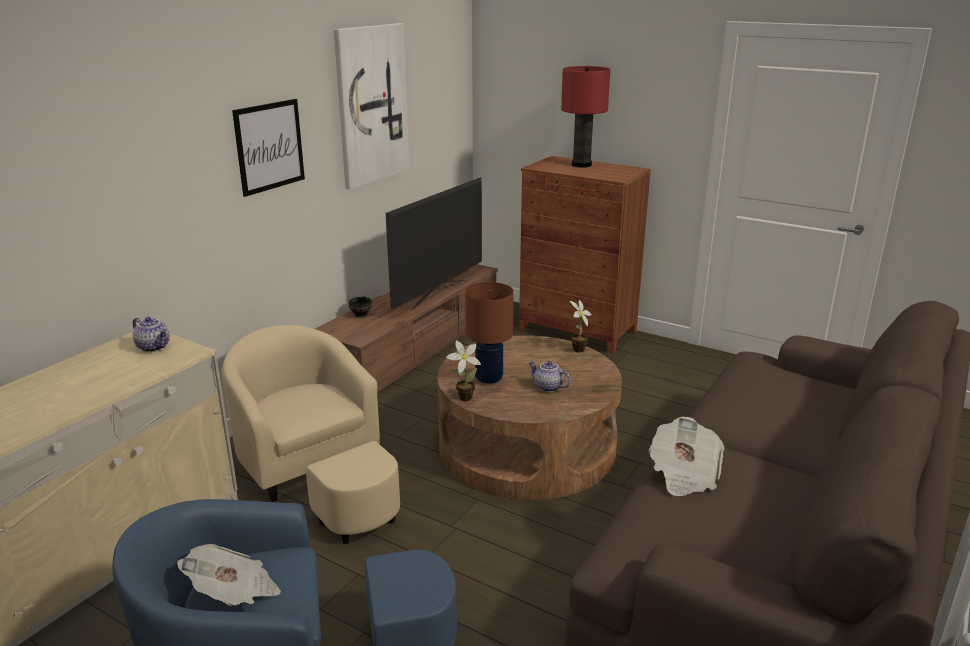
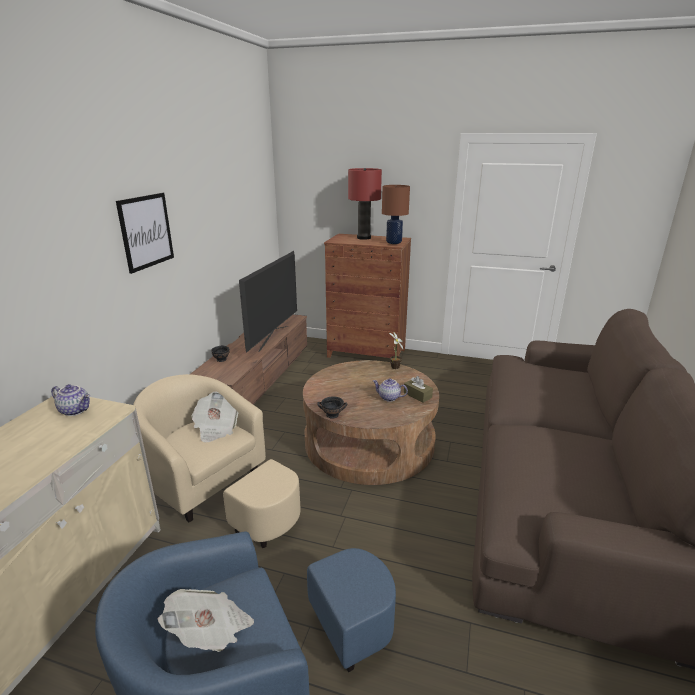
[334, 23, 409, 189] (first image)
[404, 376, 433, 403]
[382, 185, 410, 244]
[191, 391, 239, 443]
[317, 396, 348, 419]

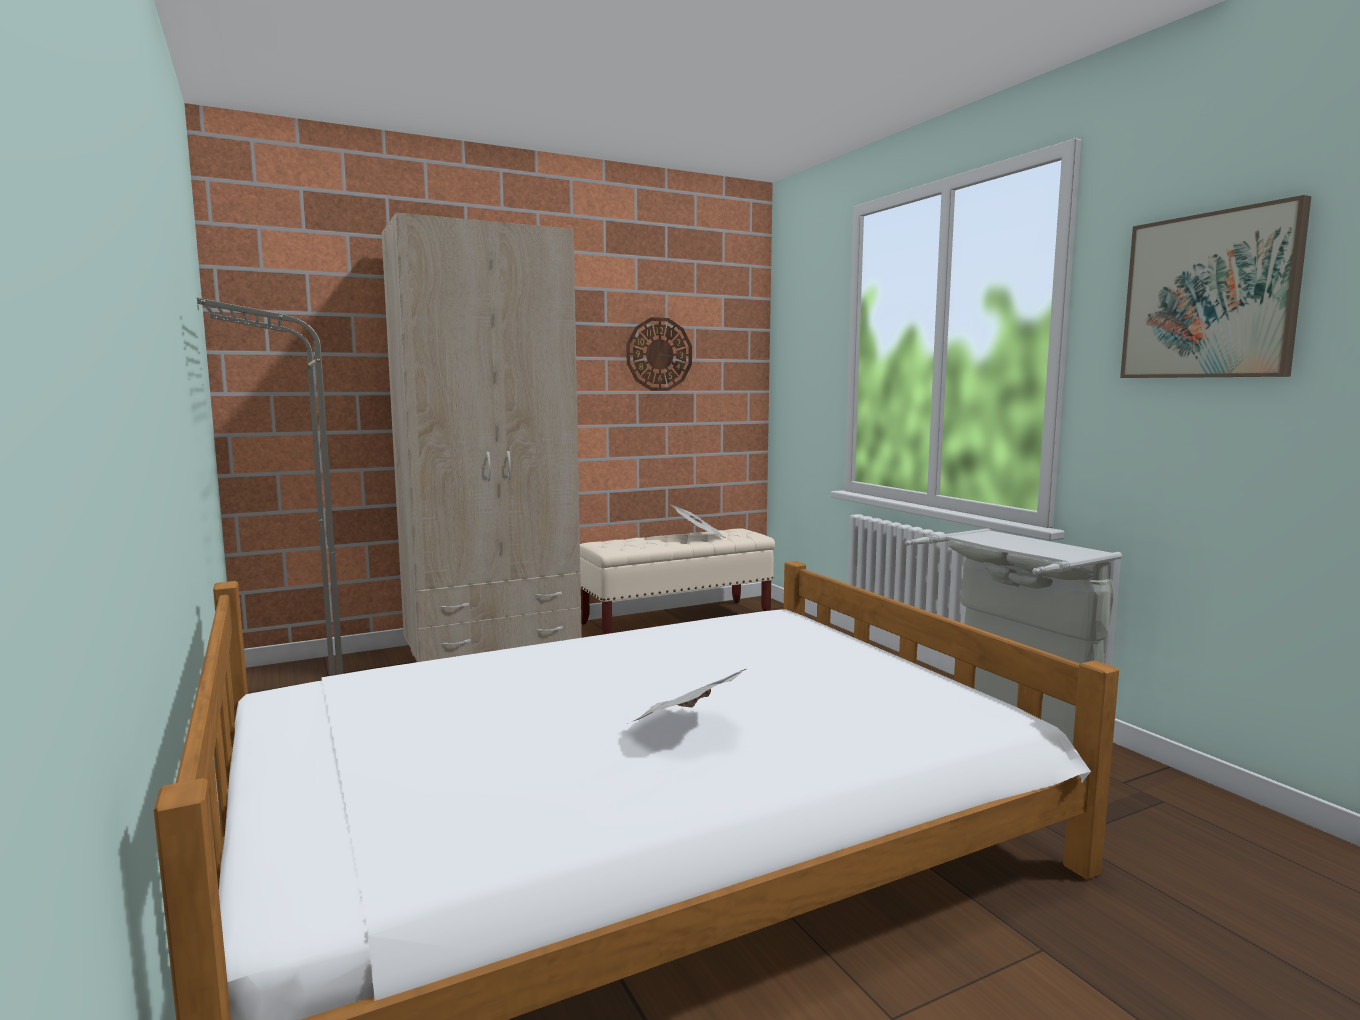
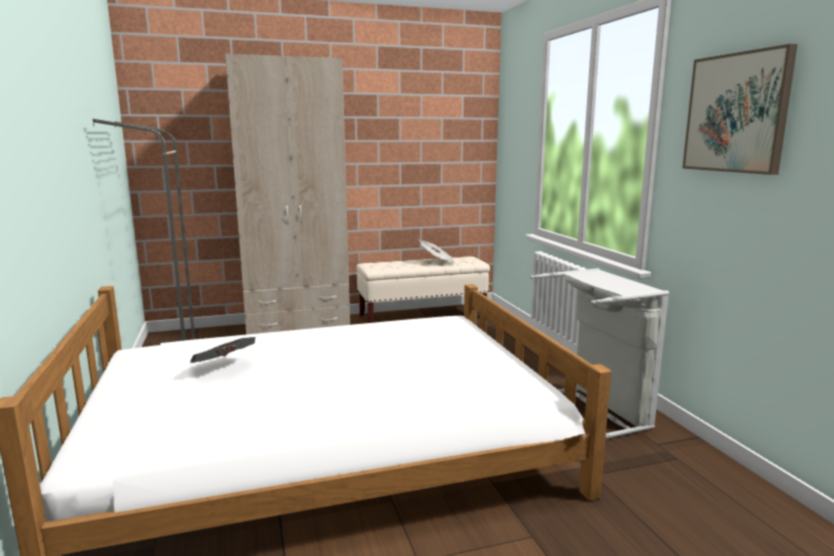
[626, 317, 692, 391] (first image)
[190, 337, 256, 363]

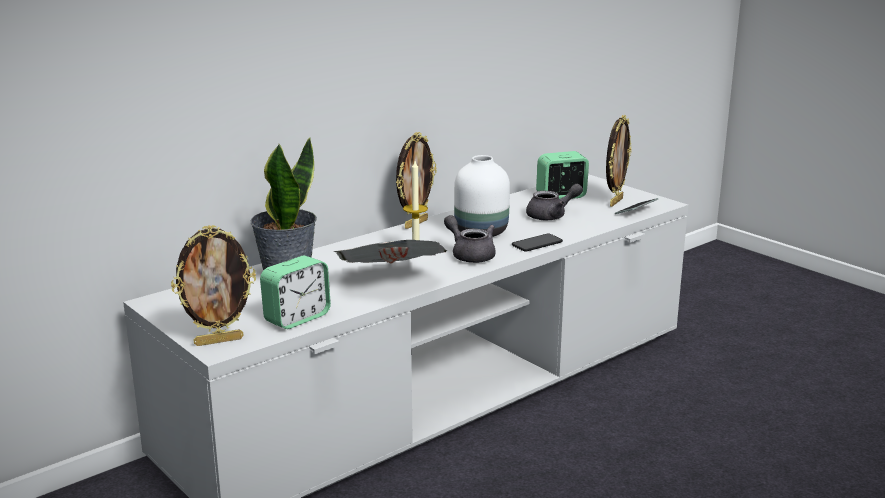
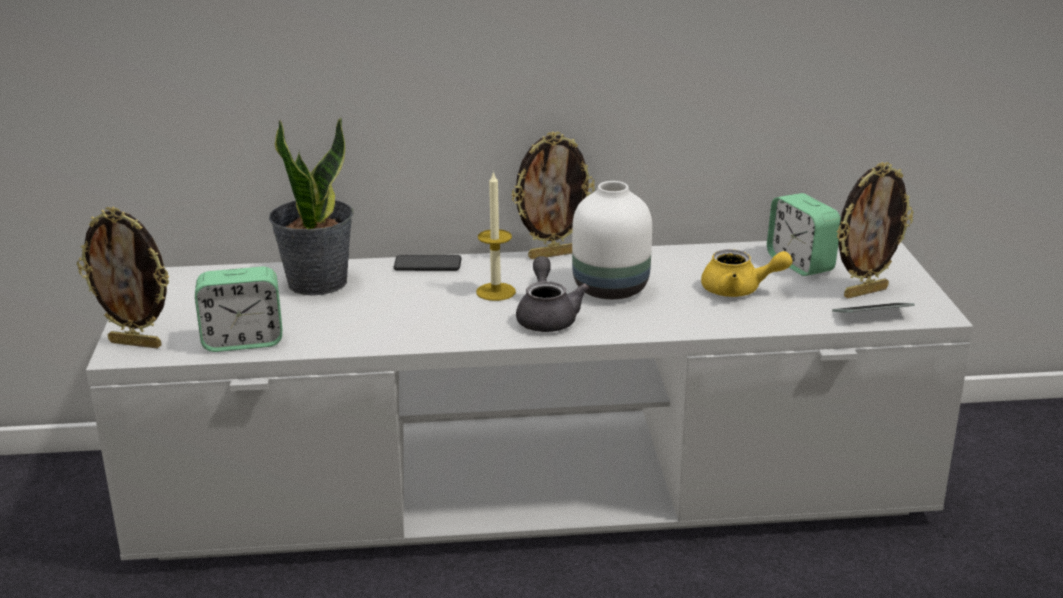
[334, 240, 447, 264] (first image)
[394, 255, 462, 271]
[701, 249, 792, 297]
[767, 193, 841, 276]

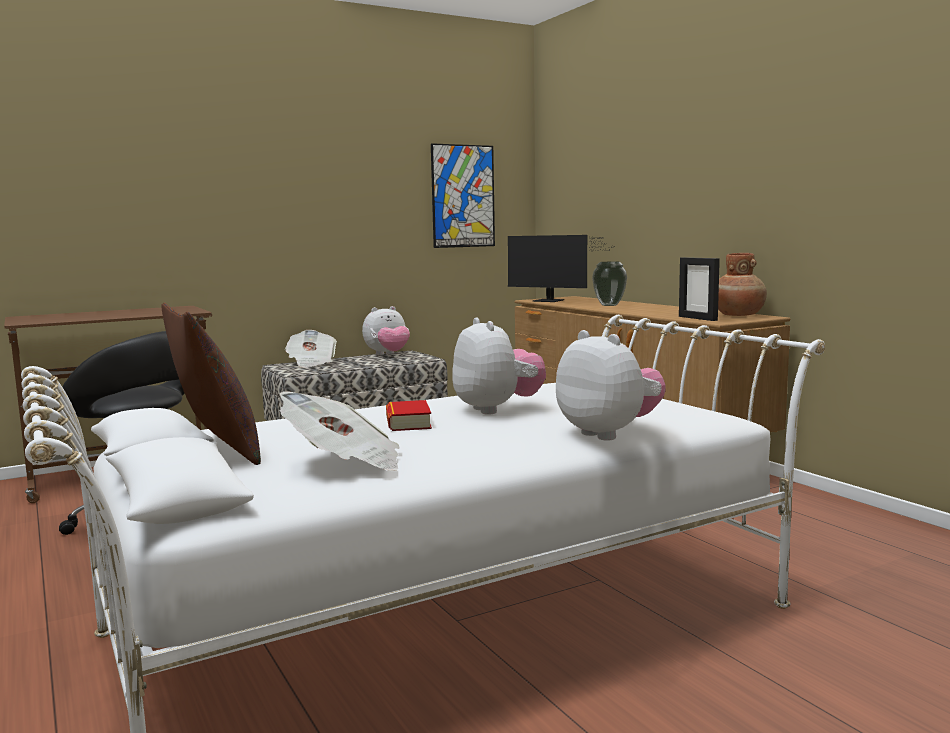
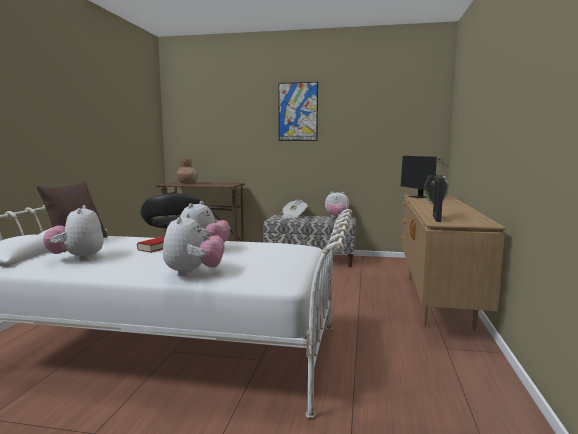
[278, 82, 318, 141]
[177, 158, 198, 184]
[43, 205, 104, 261]

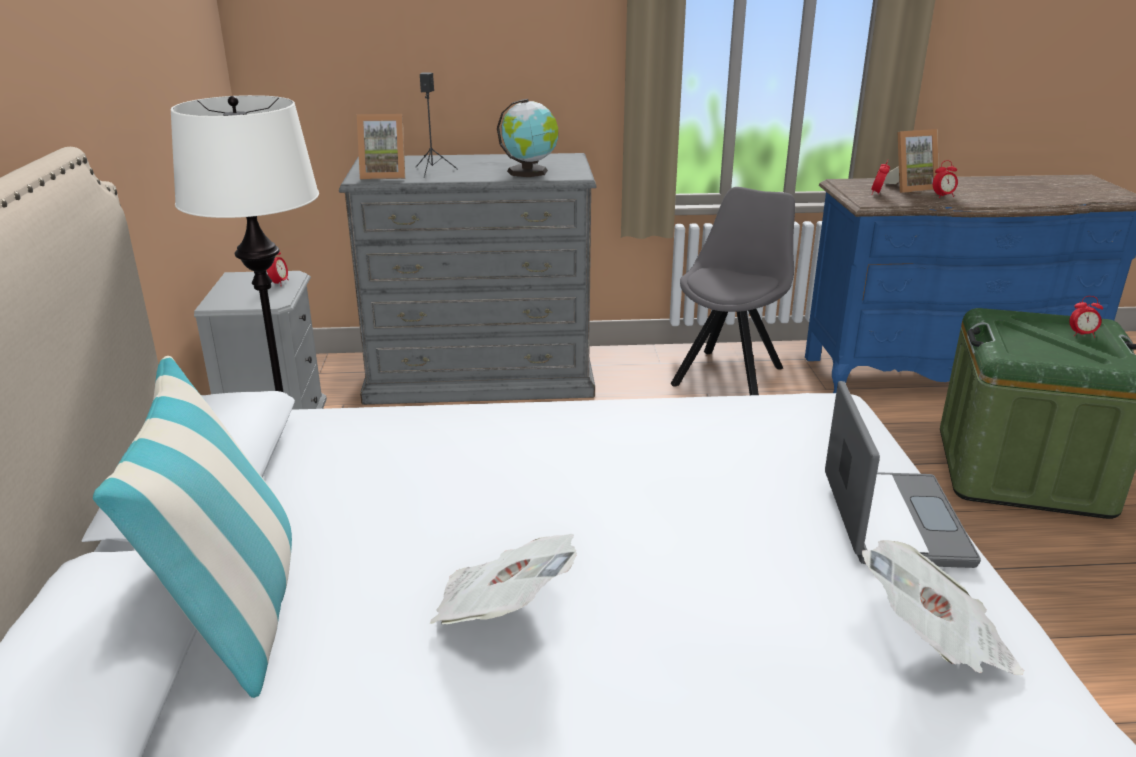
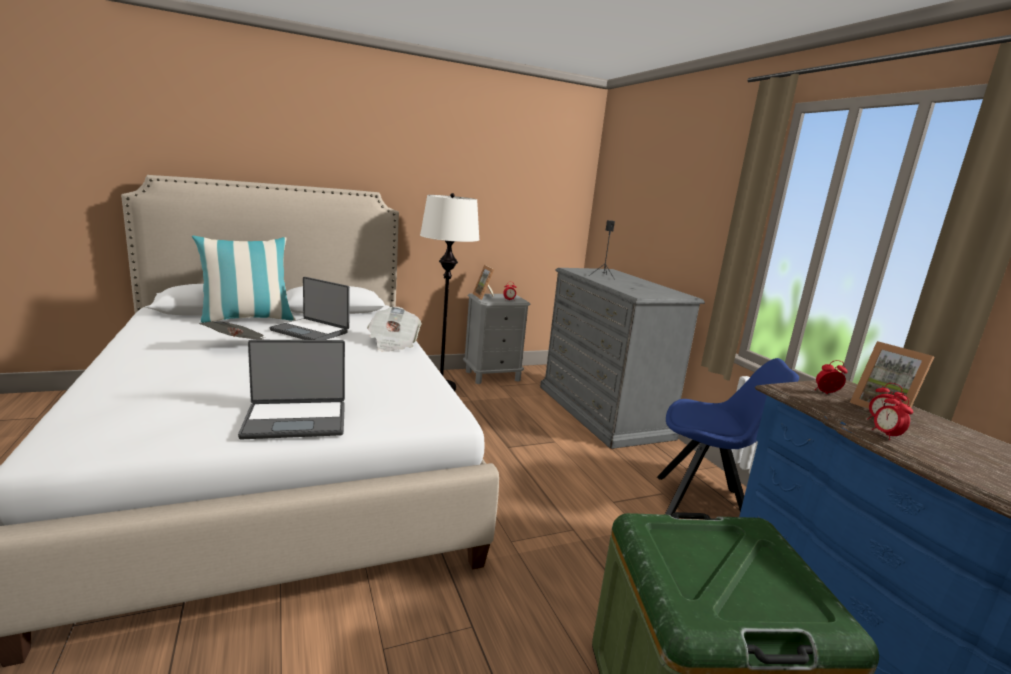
[497, 99, 558, 177] (first image)
[269, 277, 350, 340]
[472, 265, 494, 300]
[367, 306, 422, 352]
[872, 394, 913, 440]
[657, 358, 799, 516]

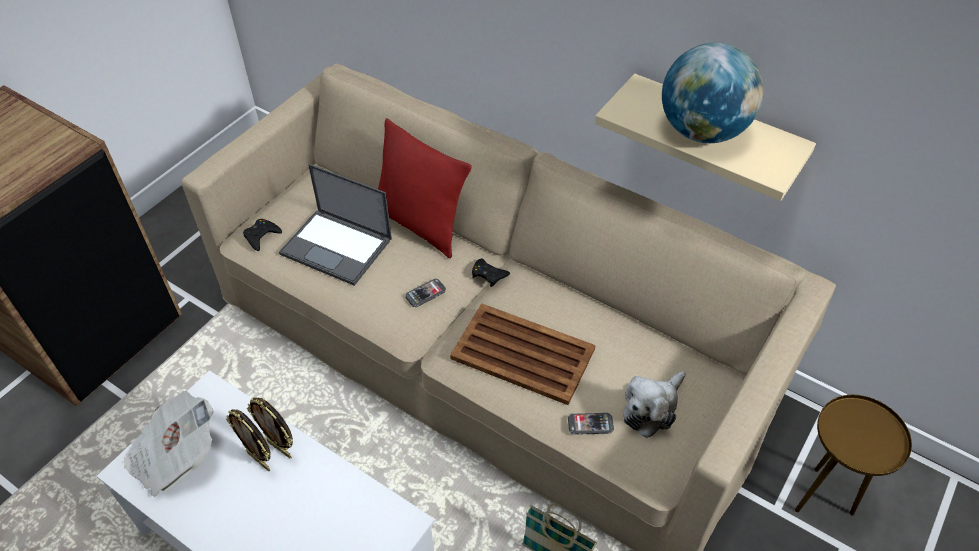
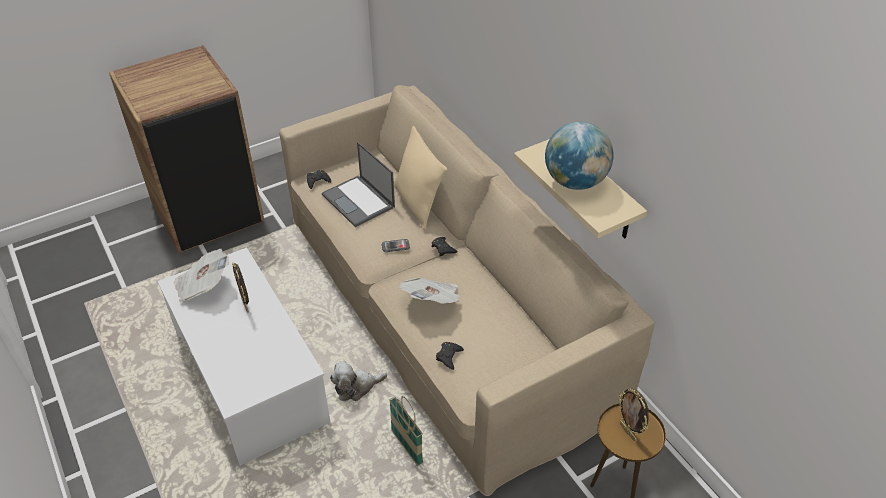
[619, 388, 649, 441]
[330, 361, 387, 401]
[400, 277, 460, 304]
[436, 342, 464, 370]
[394, 126, 447, 230]

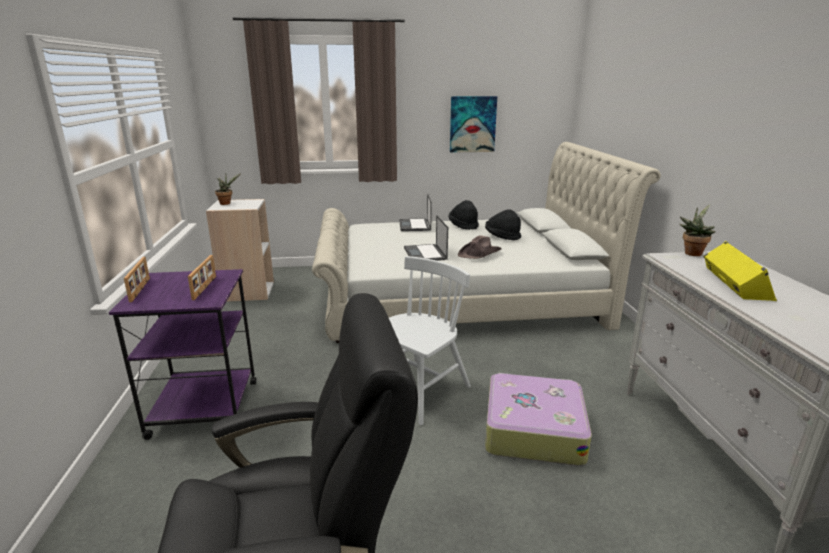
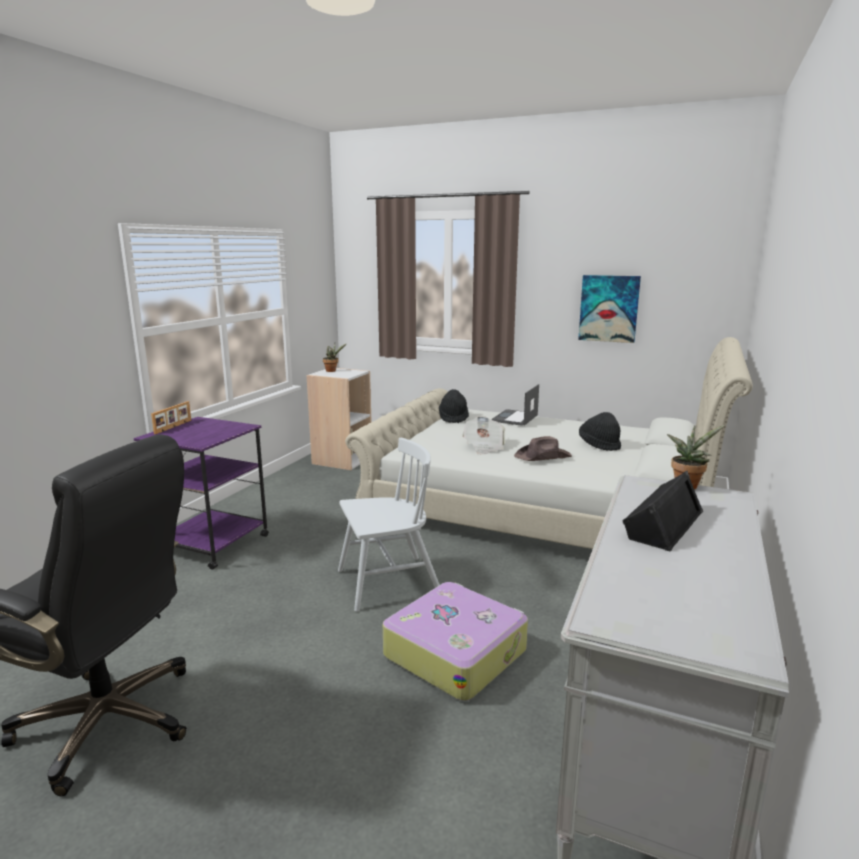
[188, 255, 216, 300] (first image)
[439, 389, 469, 423]
[462, 416, 505, 455]
[622, 471, 703, 551]

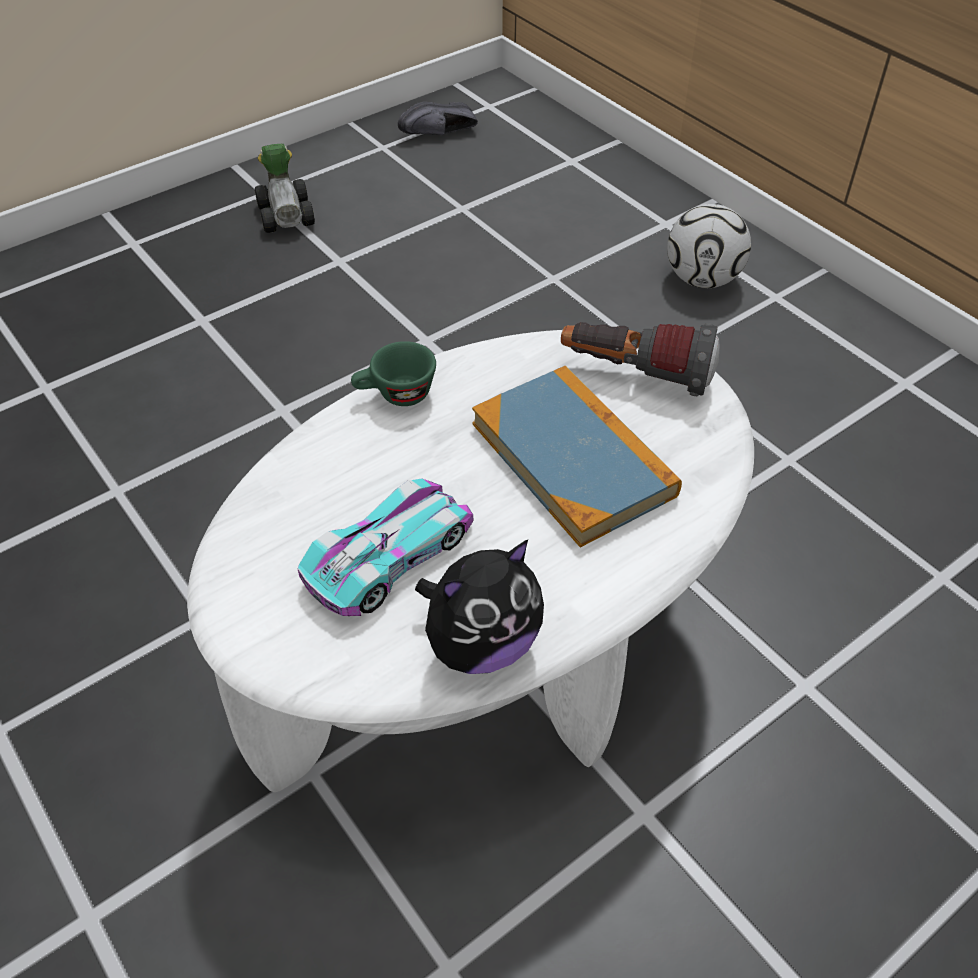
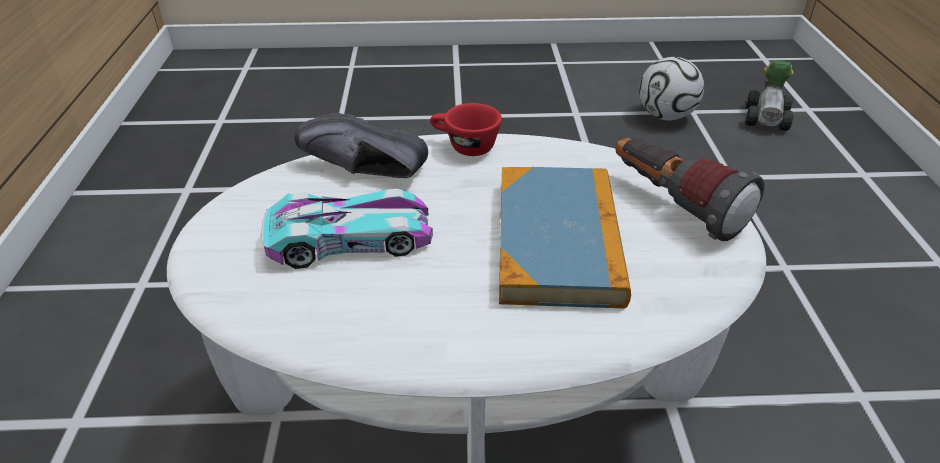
[415, 540, 544, 674] (first image)
[745, 60, 794, 131]
[295, 113, 428, 178]
[639, 57, 704, 121]
[430, 103, 502, 156]

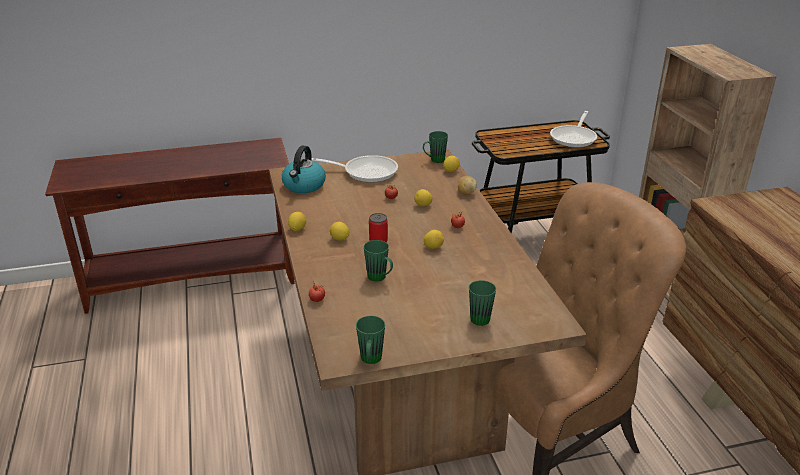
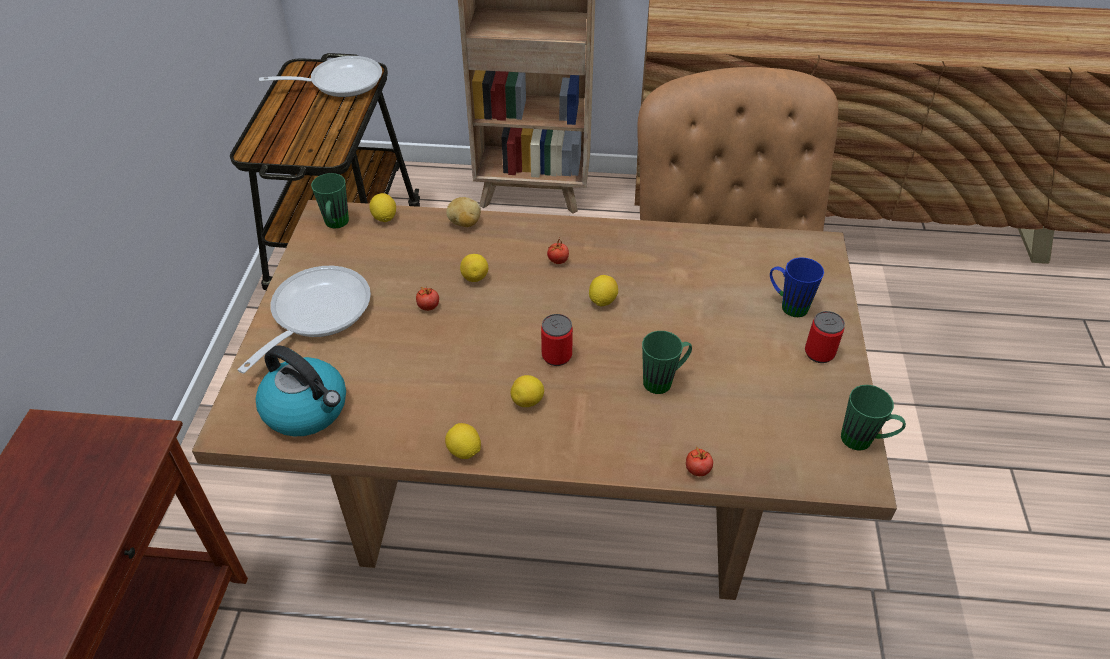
[805, 311, 845, 363]
[770, 257, 824, 317]
[259, 56, 382, 97]

